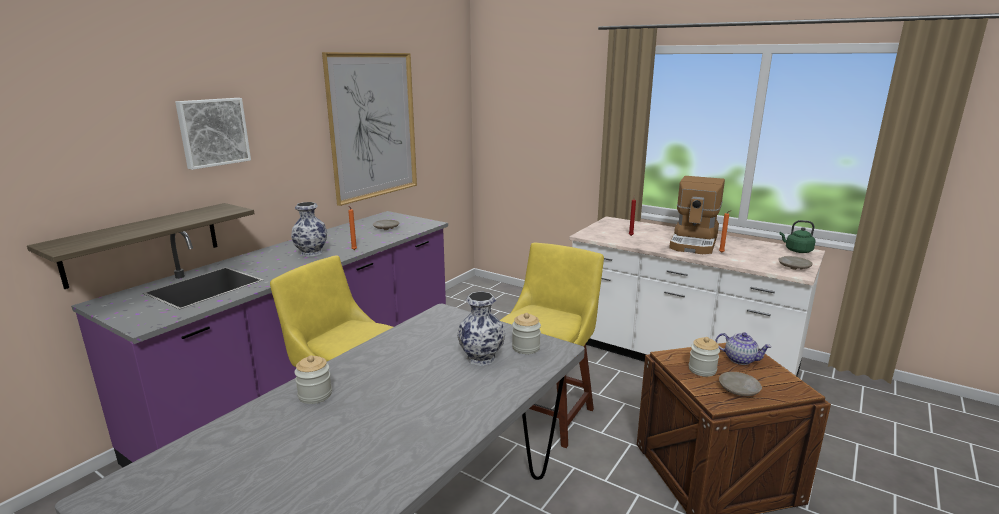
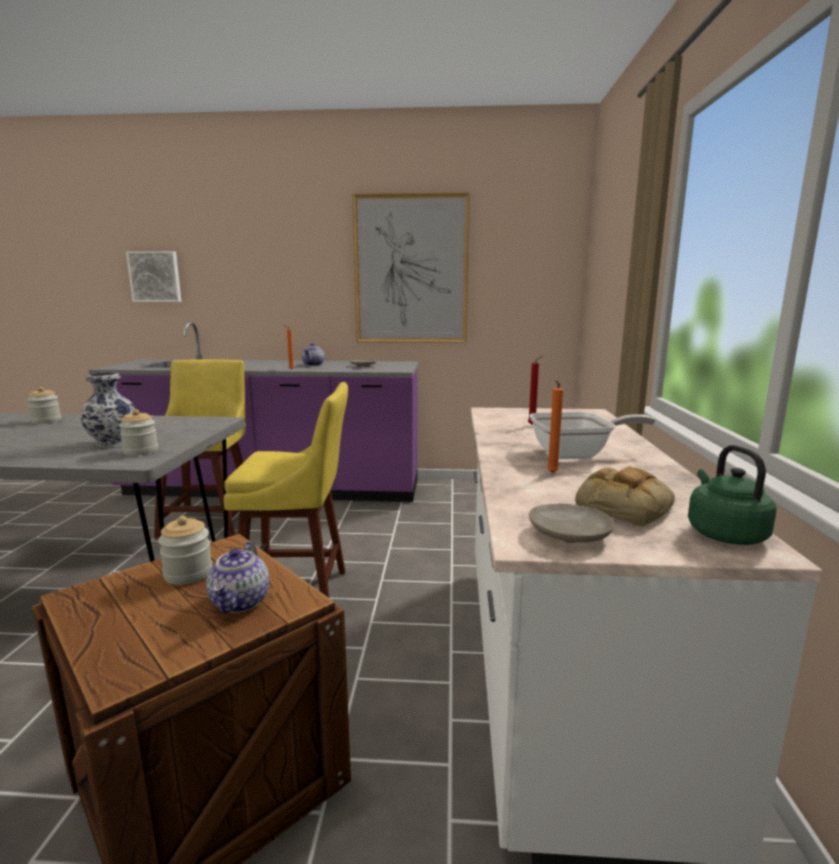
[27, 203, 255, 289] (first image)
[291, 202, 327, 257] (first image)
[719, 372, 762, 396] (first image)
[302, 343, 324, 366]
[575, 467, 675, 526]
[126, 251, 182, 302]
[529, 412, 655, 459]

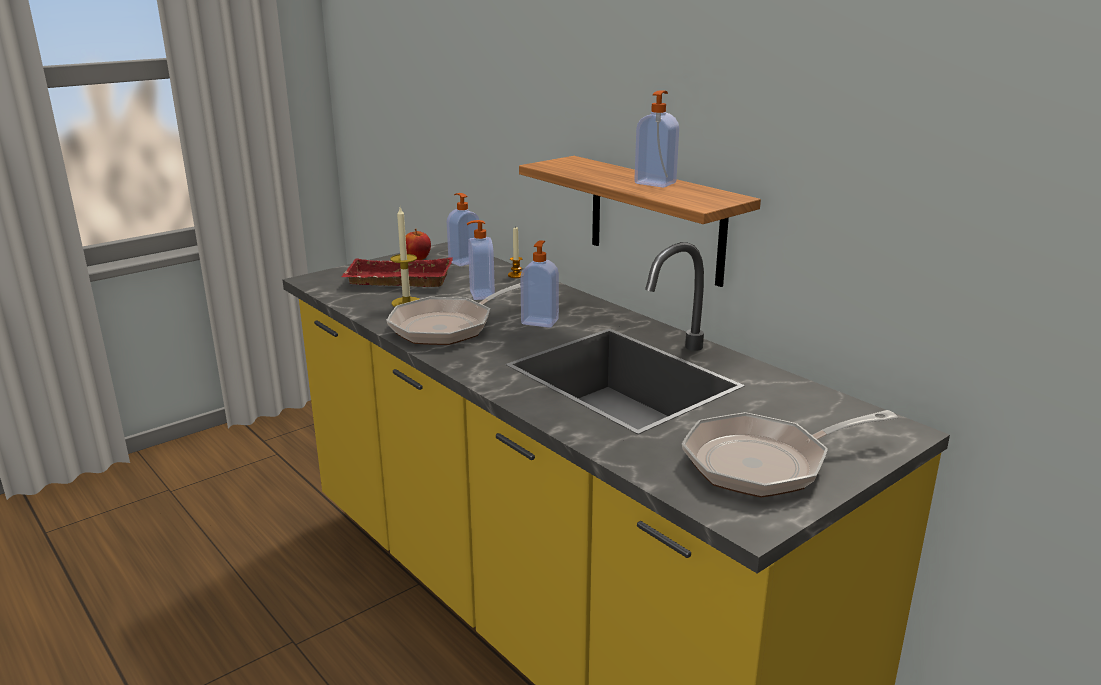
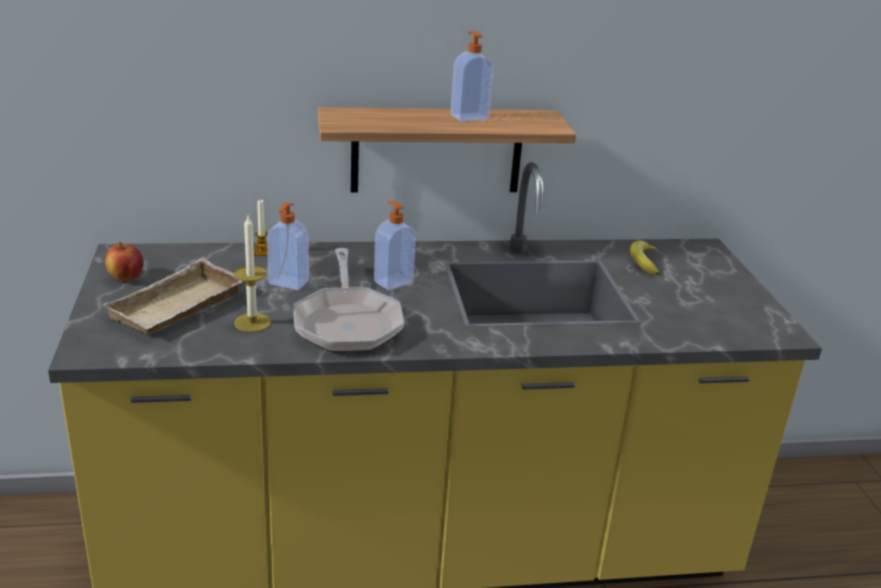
[447, 193, 479, 266] (first image)
[682, 410, 898, 498] (first image)
[630, 241, 659, 275]
[102, 258, 243, 334]

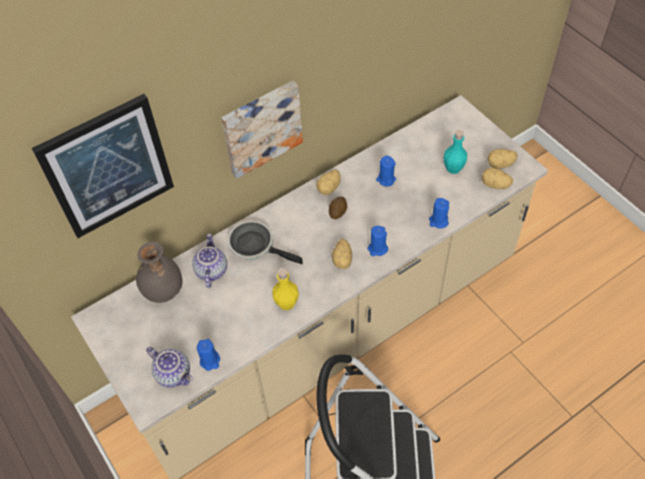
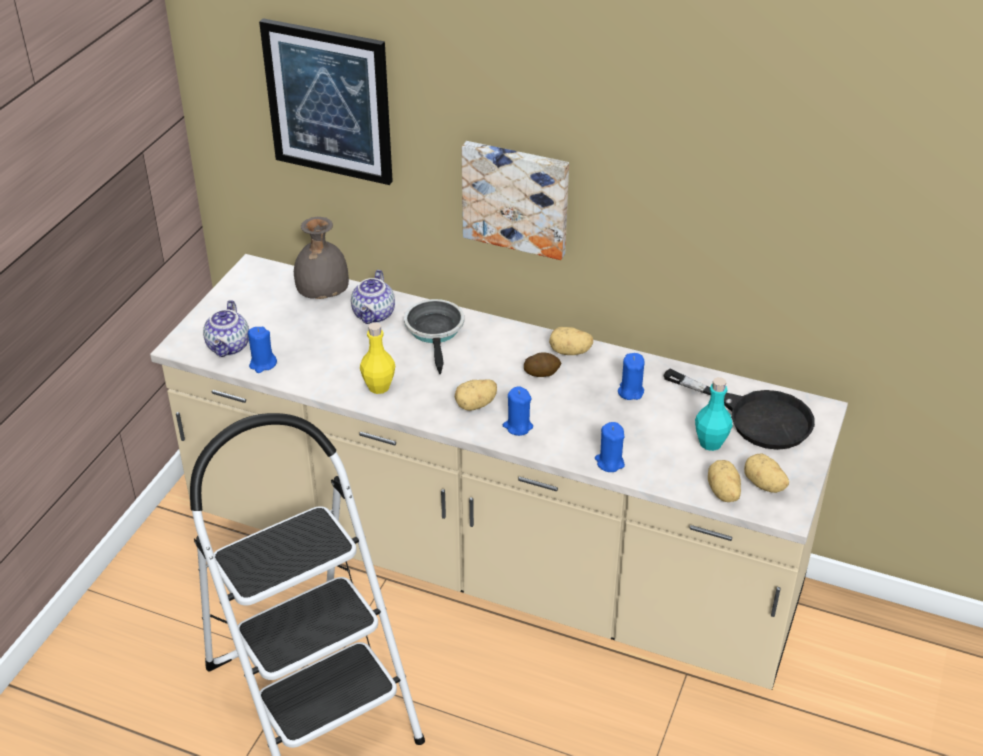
[663, 369, 815, 450]
[351, 270, 395, 324]

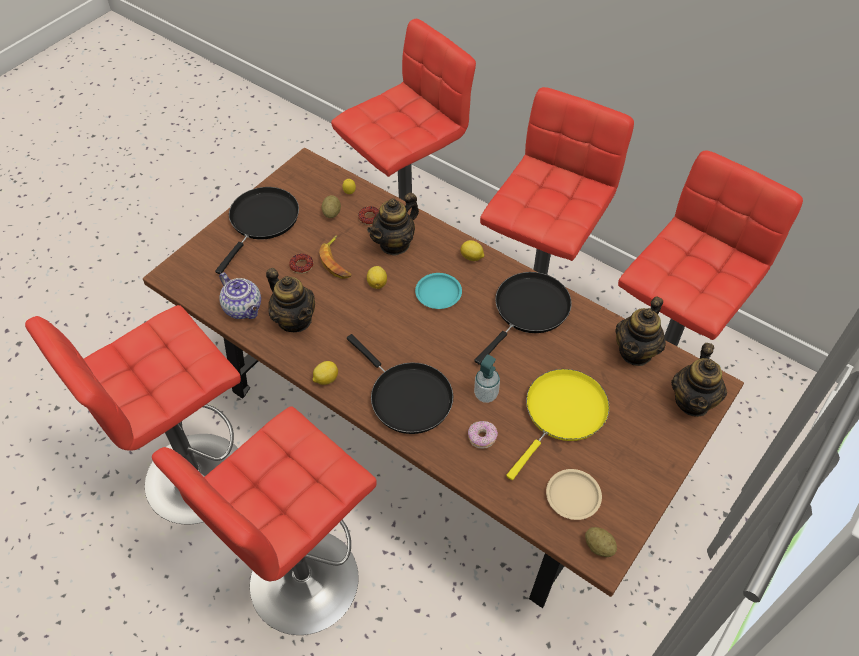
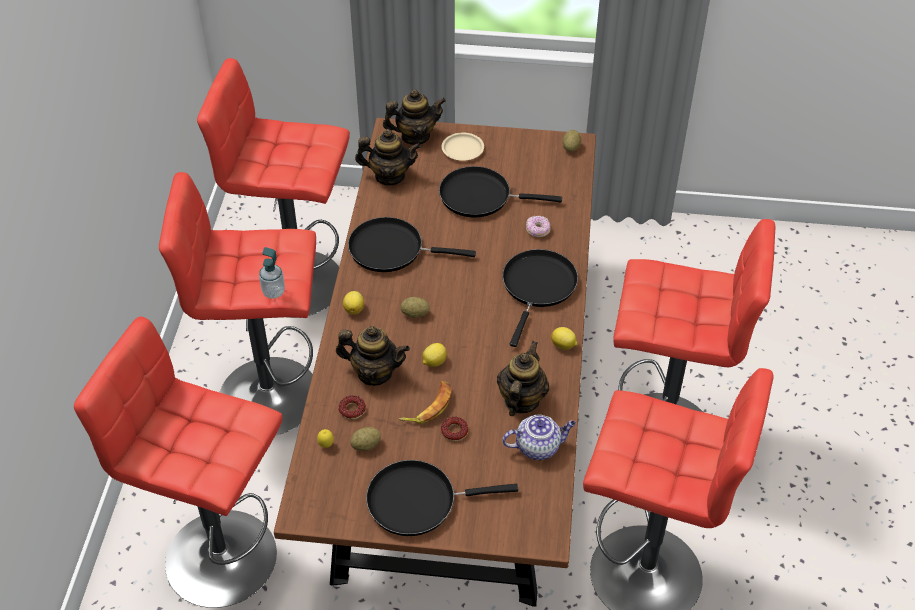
[259, 247, 285, 299]
[442, 133, 484, 161]
[400, 297, 430, 318]
[439, 166, 562, 218]
[502, 415, 576, 460]

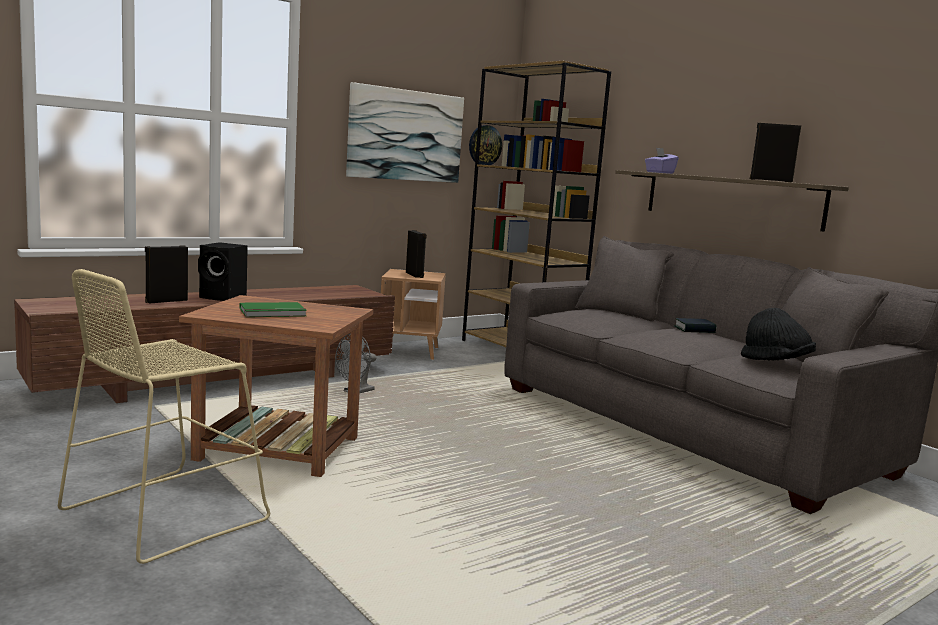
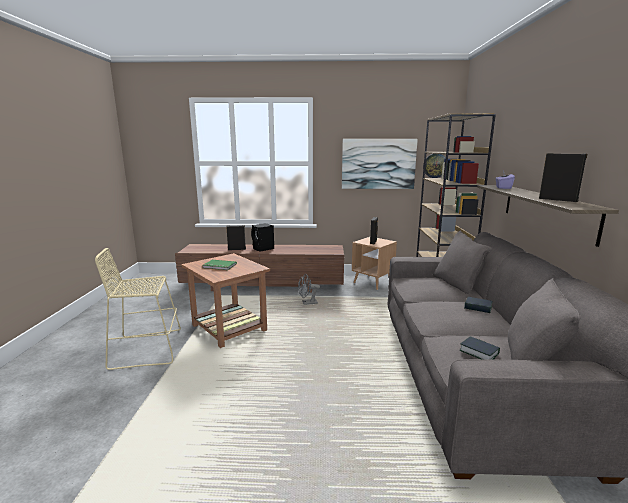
[460, 336, 500, 360]

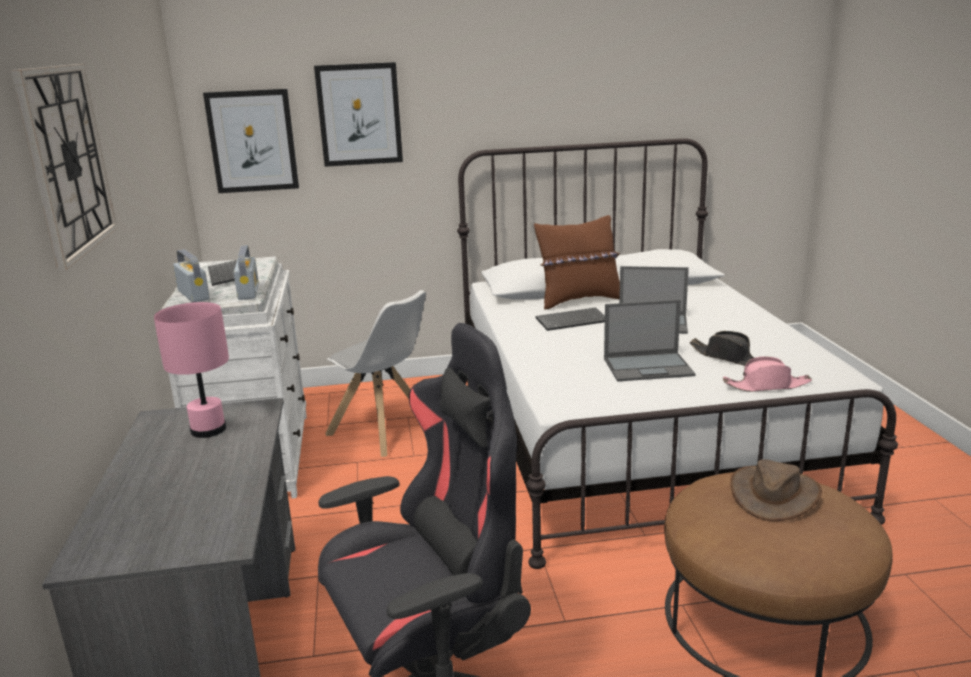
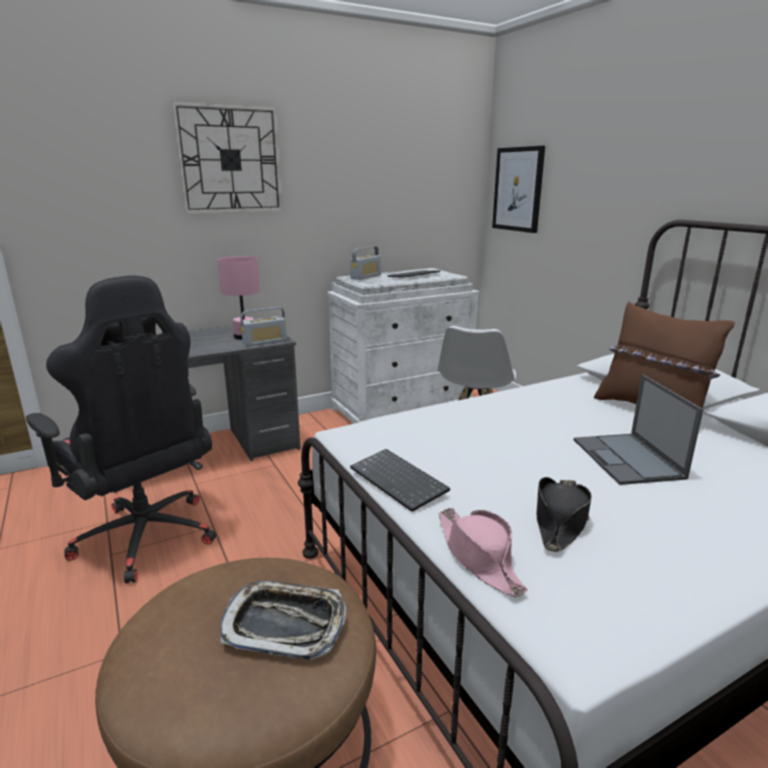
[314, 62, 403, 167] (first image)
[604, 300, 696, 381] (first image)
[241, 307, 287, 347]
[350, 449, 450, 512]
[220, 581, 346, 660]

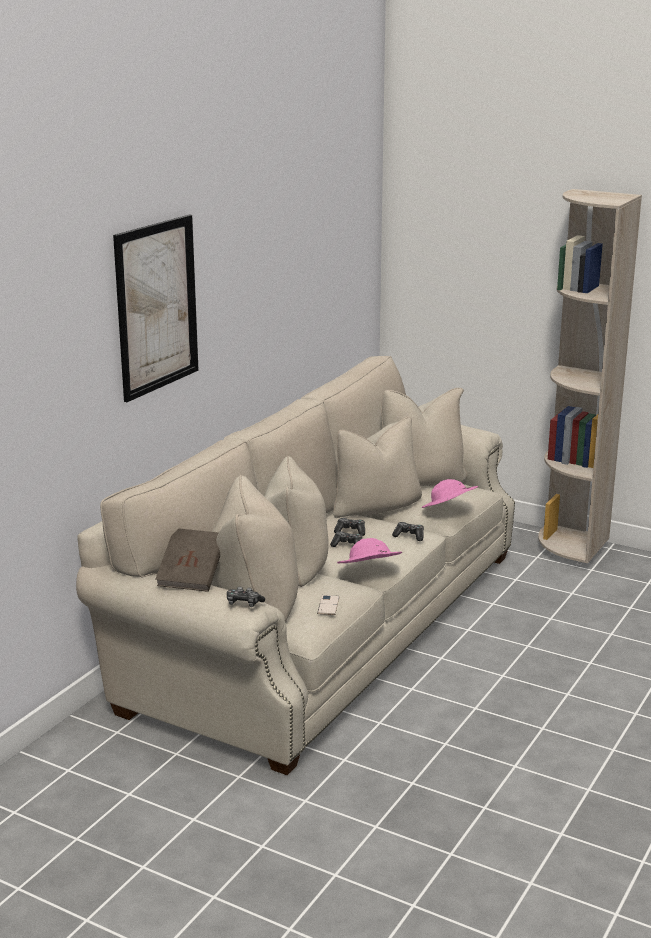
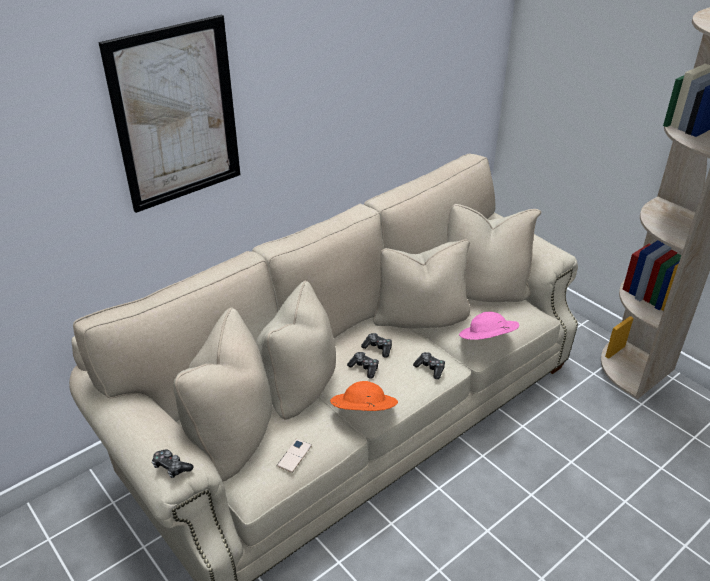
[155, 529, 220, 592] (first image)
[330, 381, 398, 411]

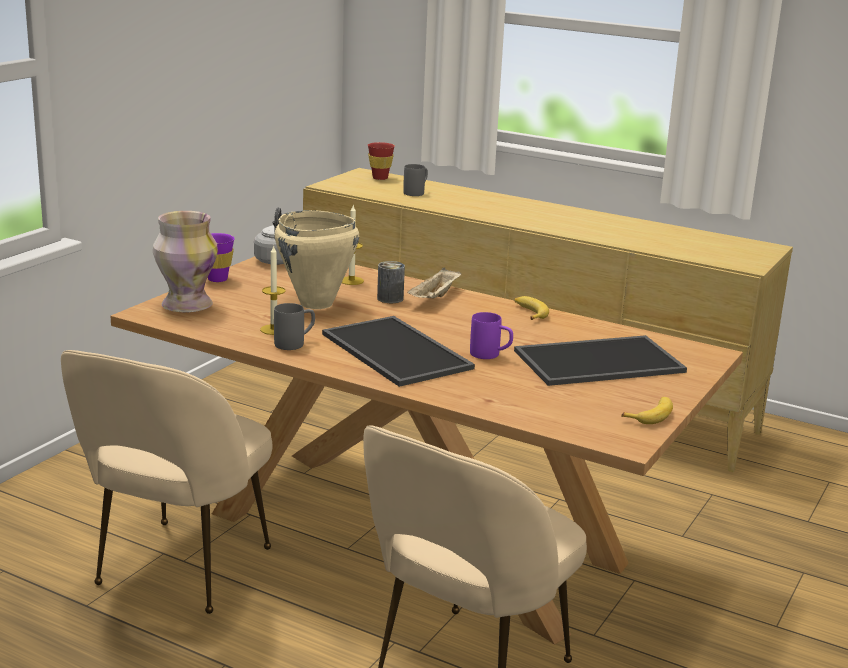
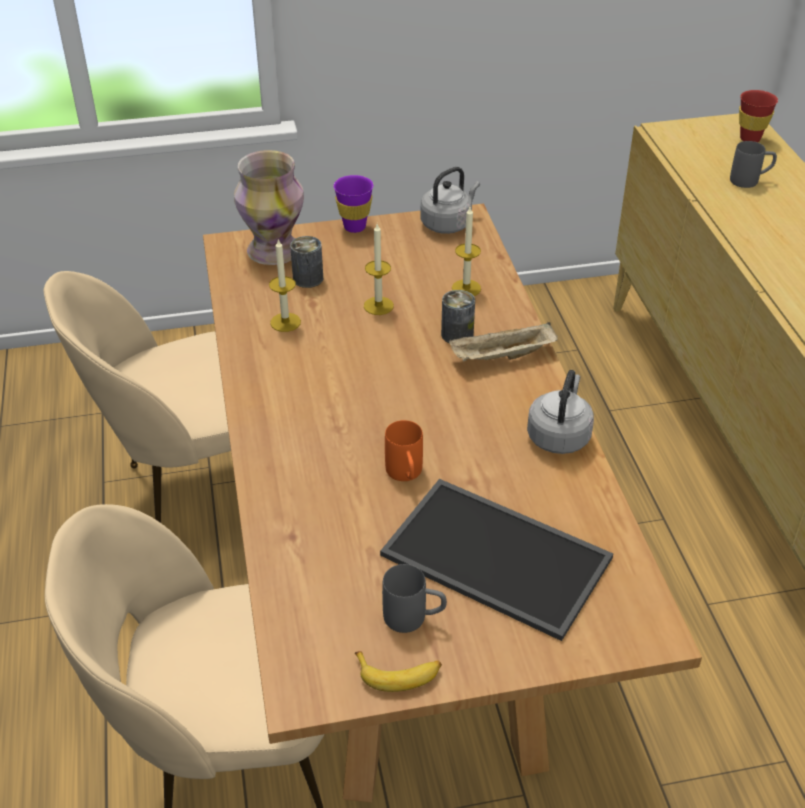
[322, 316, 475, 387] (first image)
[290, 236, 323, 288]
[382, 564, 447, 633]
[364, 224, 394, 315]
[527, 370, 594, 454]
[385, 420, 423, 481]

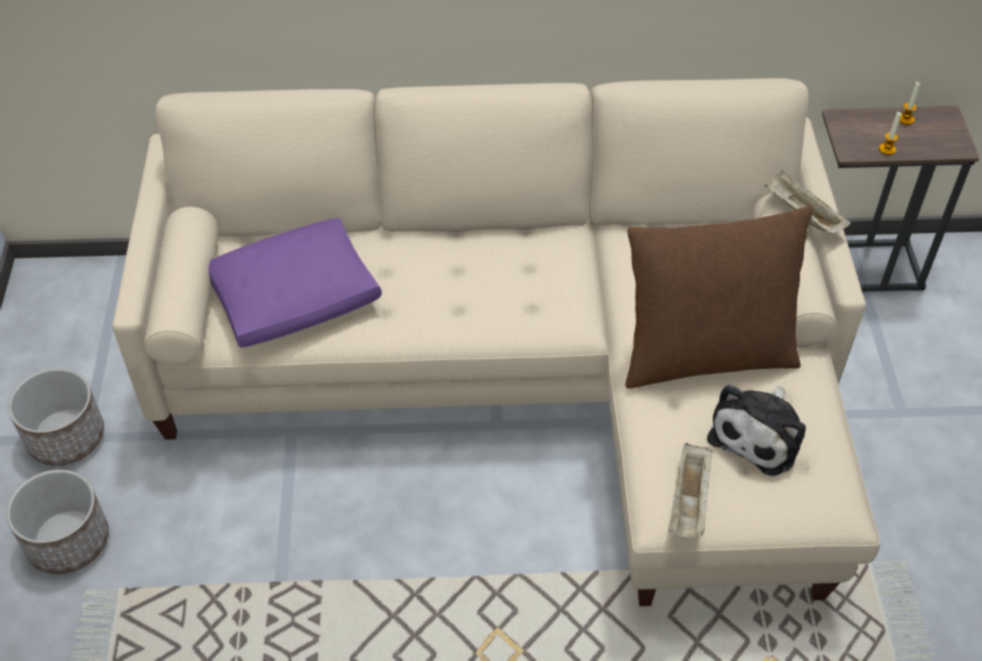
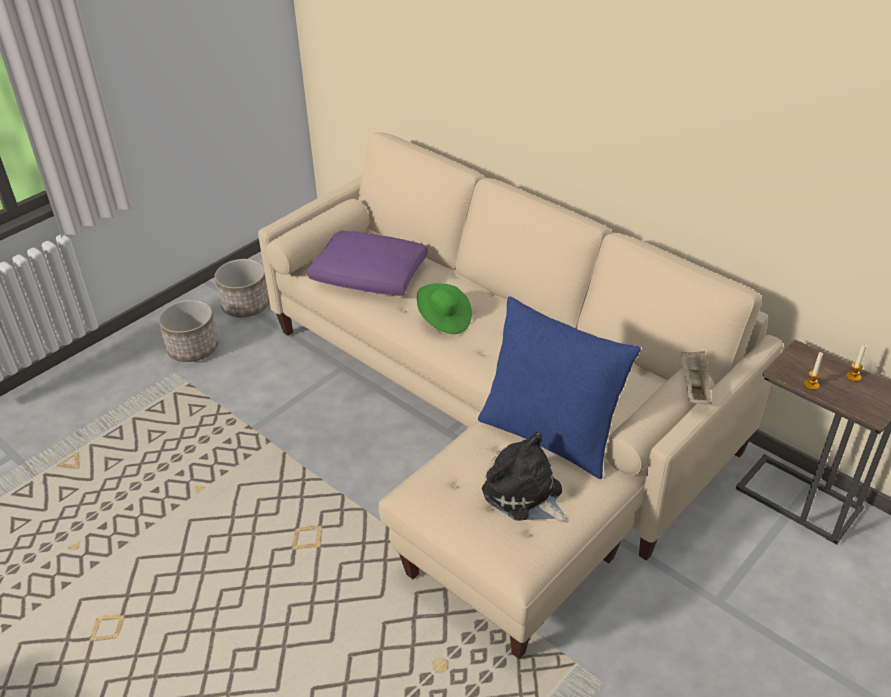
[669, 443, 712, 537] (first image)
[417, 283, 472, 334]
[478, 296, 641, 479]
[482, 432, 570, 522]

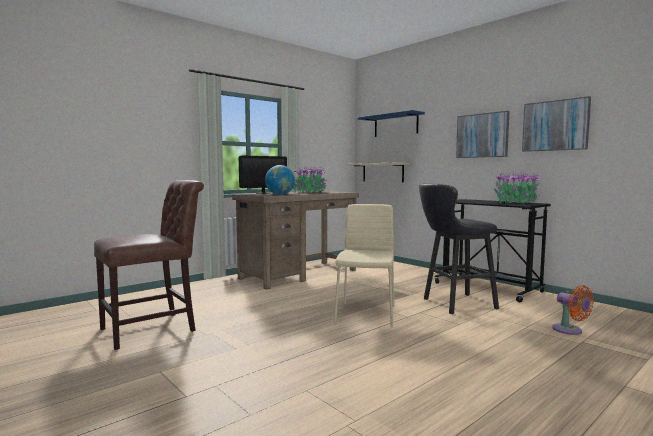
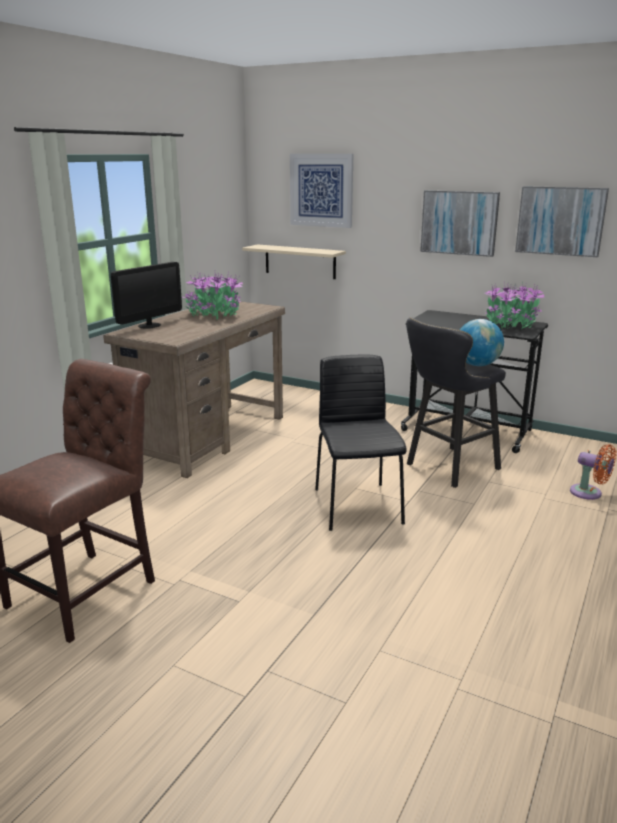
[460, 319, 504, 366]
[290, 154, 354, 228]
[315, 355, 407, 531]

